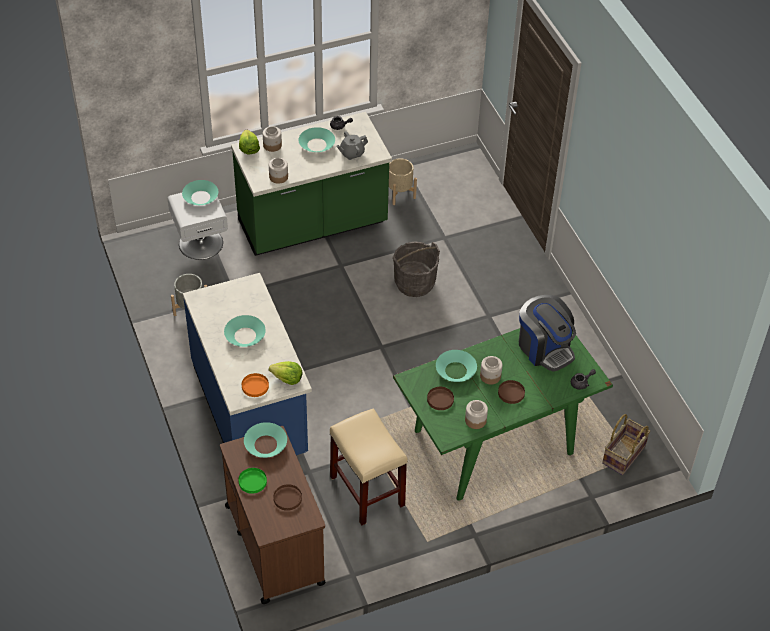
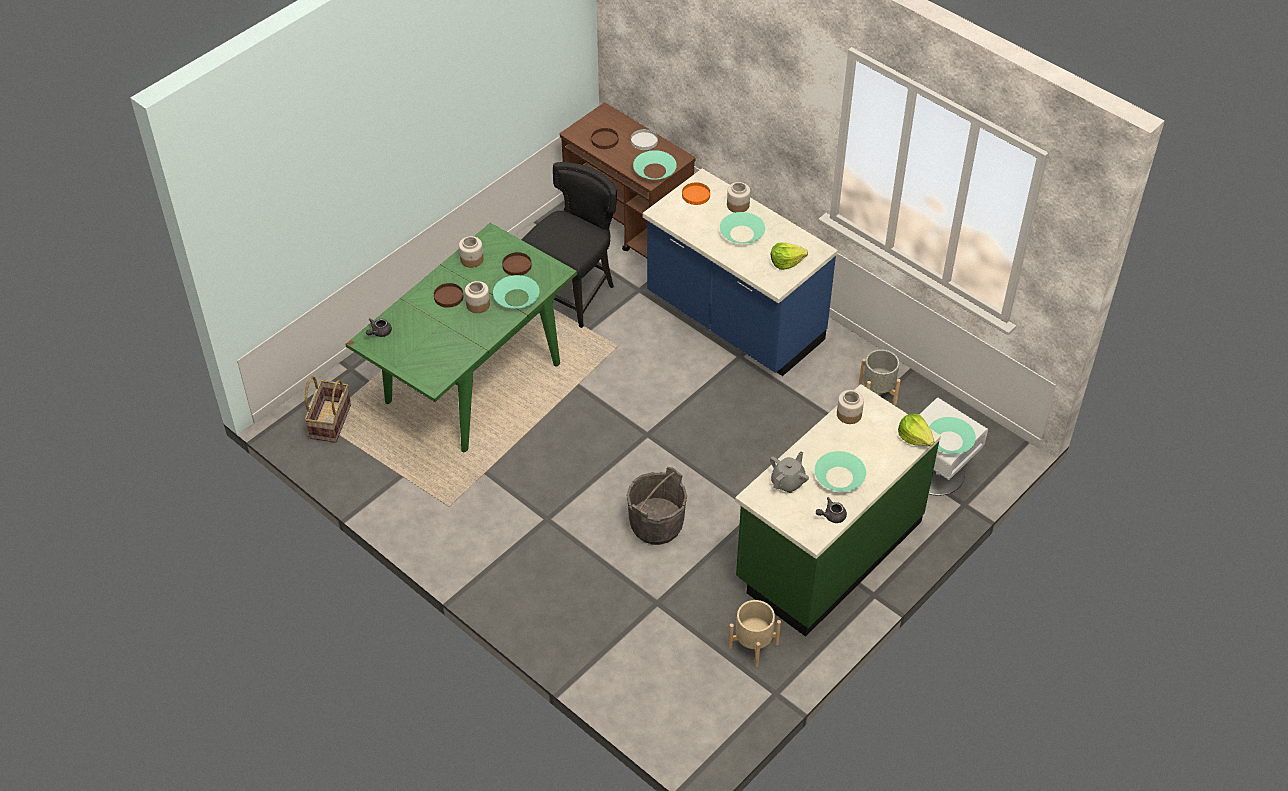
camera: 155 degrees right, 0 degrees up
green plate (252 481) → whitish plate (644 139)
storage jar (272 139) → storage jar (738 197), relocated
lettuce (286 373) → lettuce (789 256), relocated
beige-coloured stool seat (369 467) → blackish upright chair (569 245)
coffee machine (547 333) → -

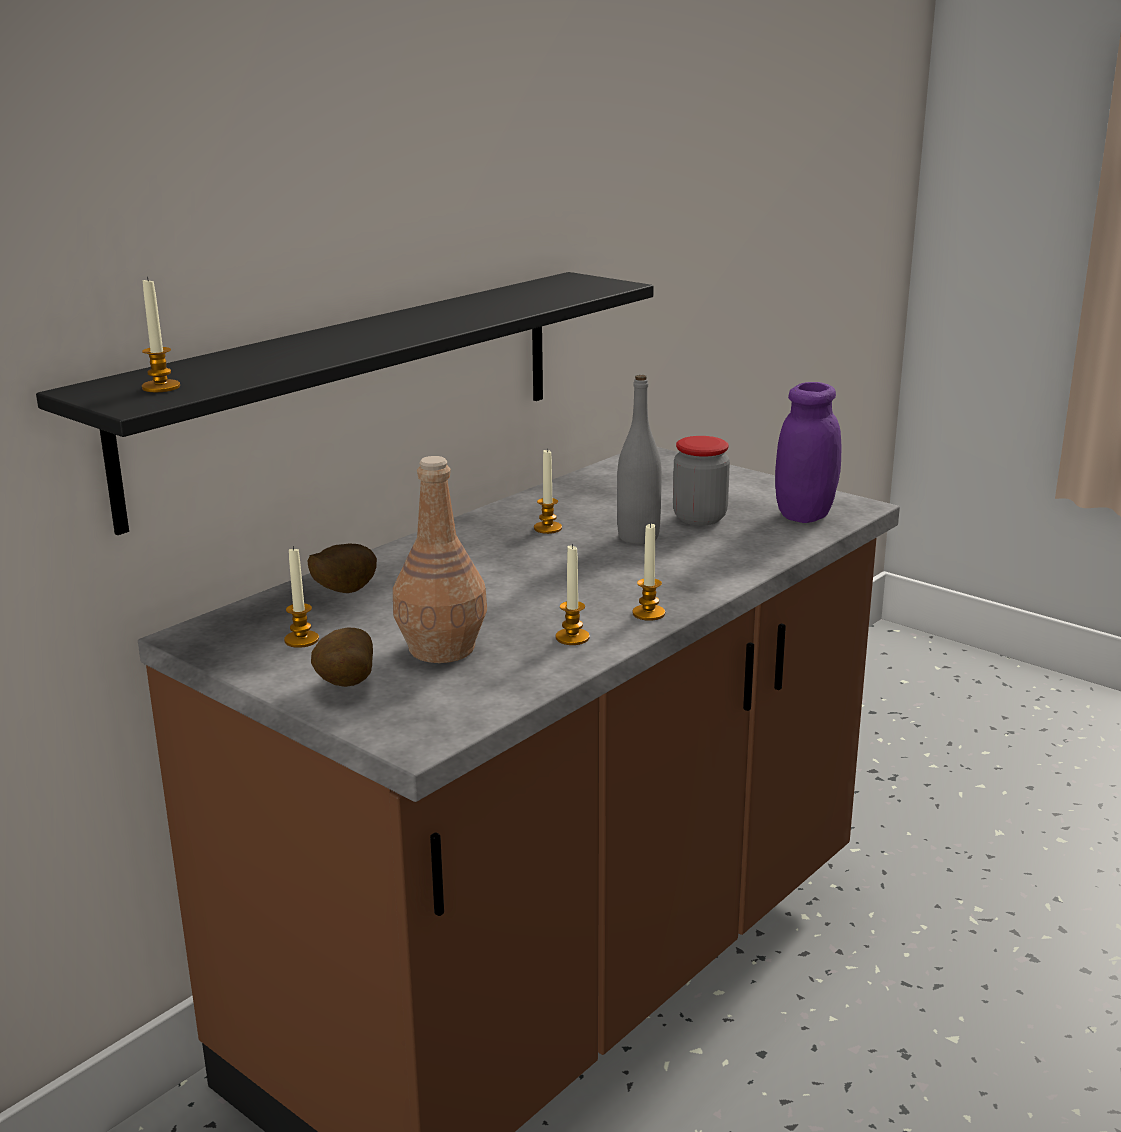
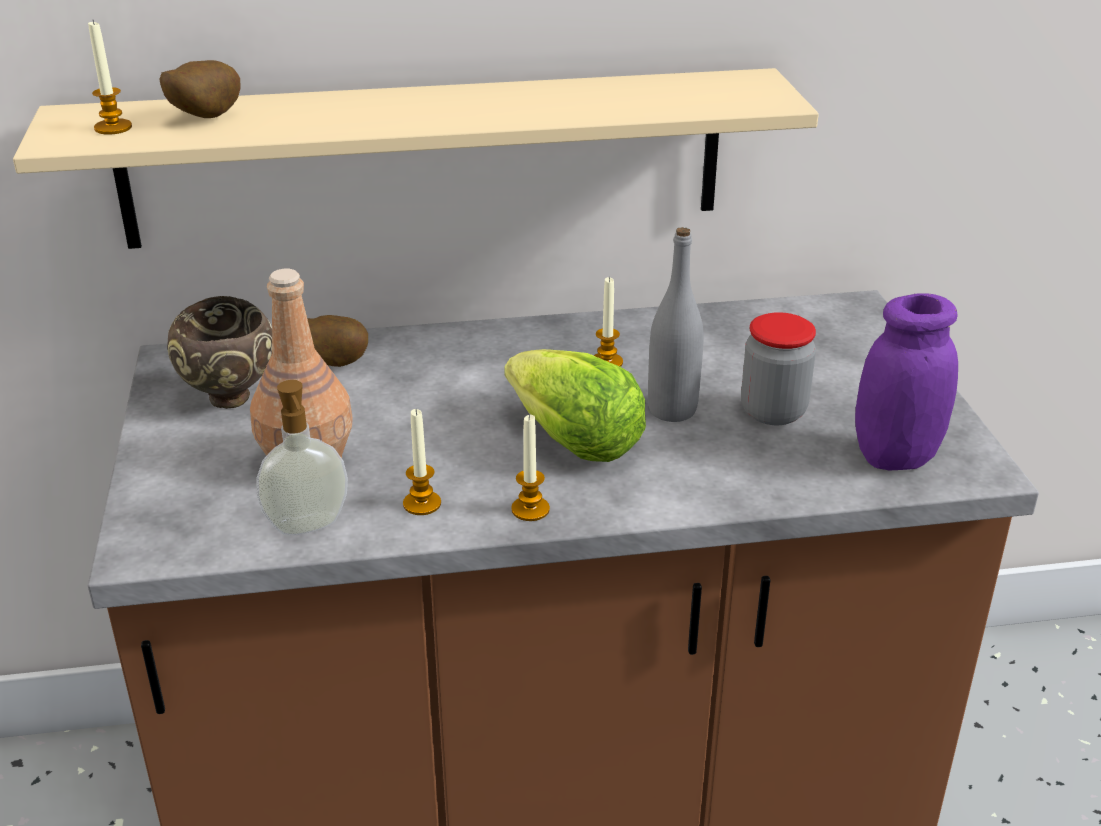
camera: 40 degrees right, 10 degrees up
blackish bracket shelf (345 403) → beige-coloured bracket shelf (416 158)
wax candle (301 597) → brownish deep dish (219 352)
potato (342 657) → potato (200 89), relocated
- → soap dispenser (302 457)
- → lettuce (575 405)

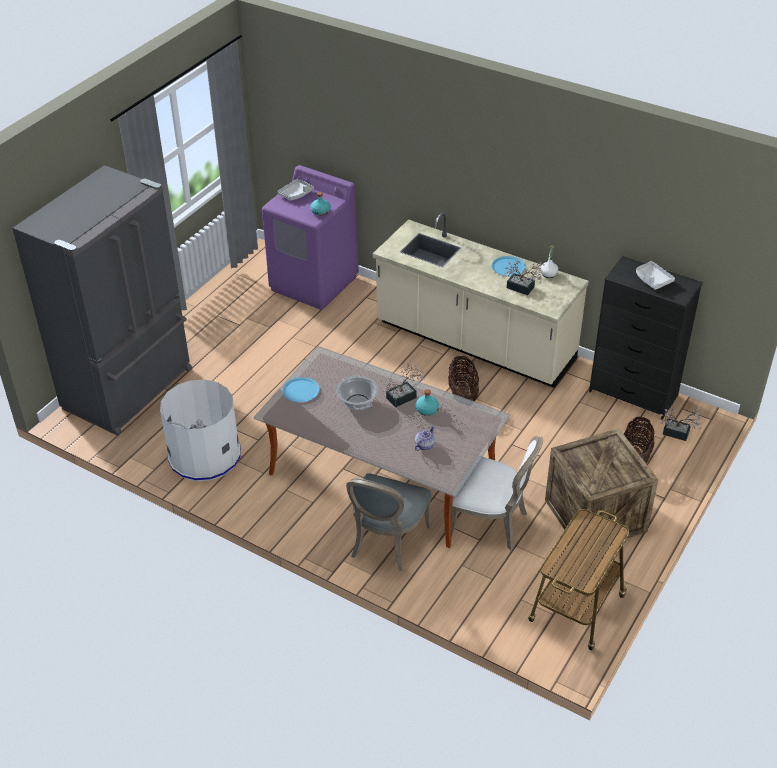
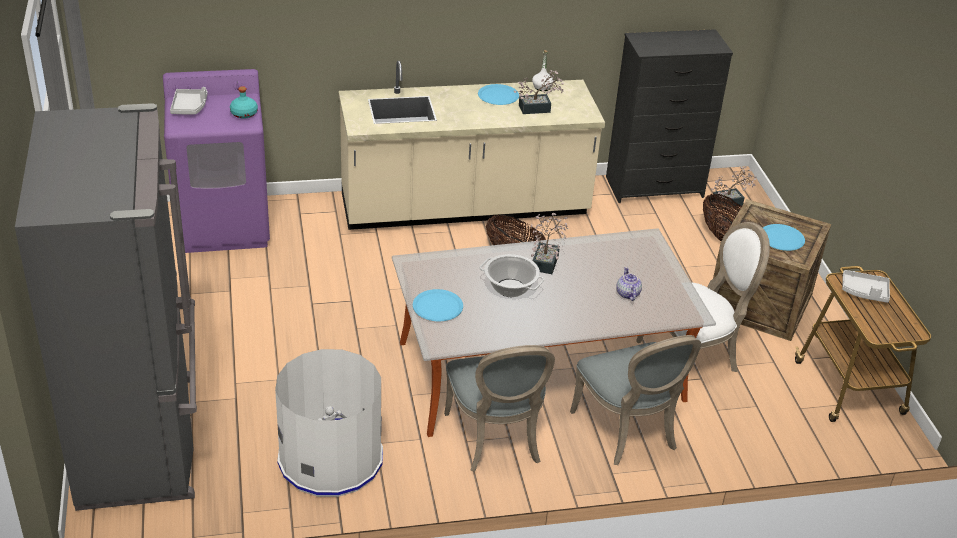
camera: 45 degrees left, 5 degrees down
blue-green drink bottle (427 403) → -
grey carrying tray (655 275) → grey carrying tray (866 286), relocated
- → grey upright chair (499 408)
- → bluish plate (784 237)

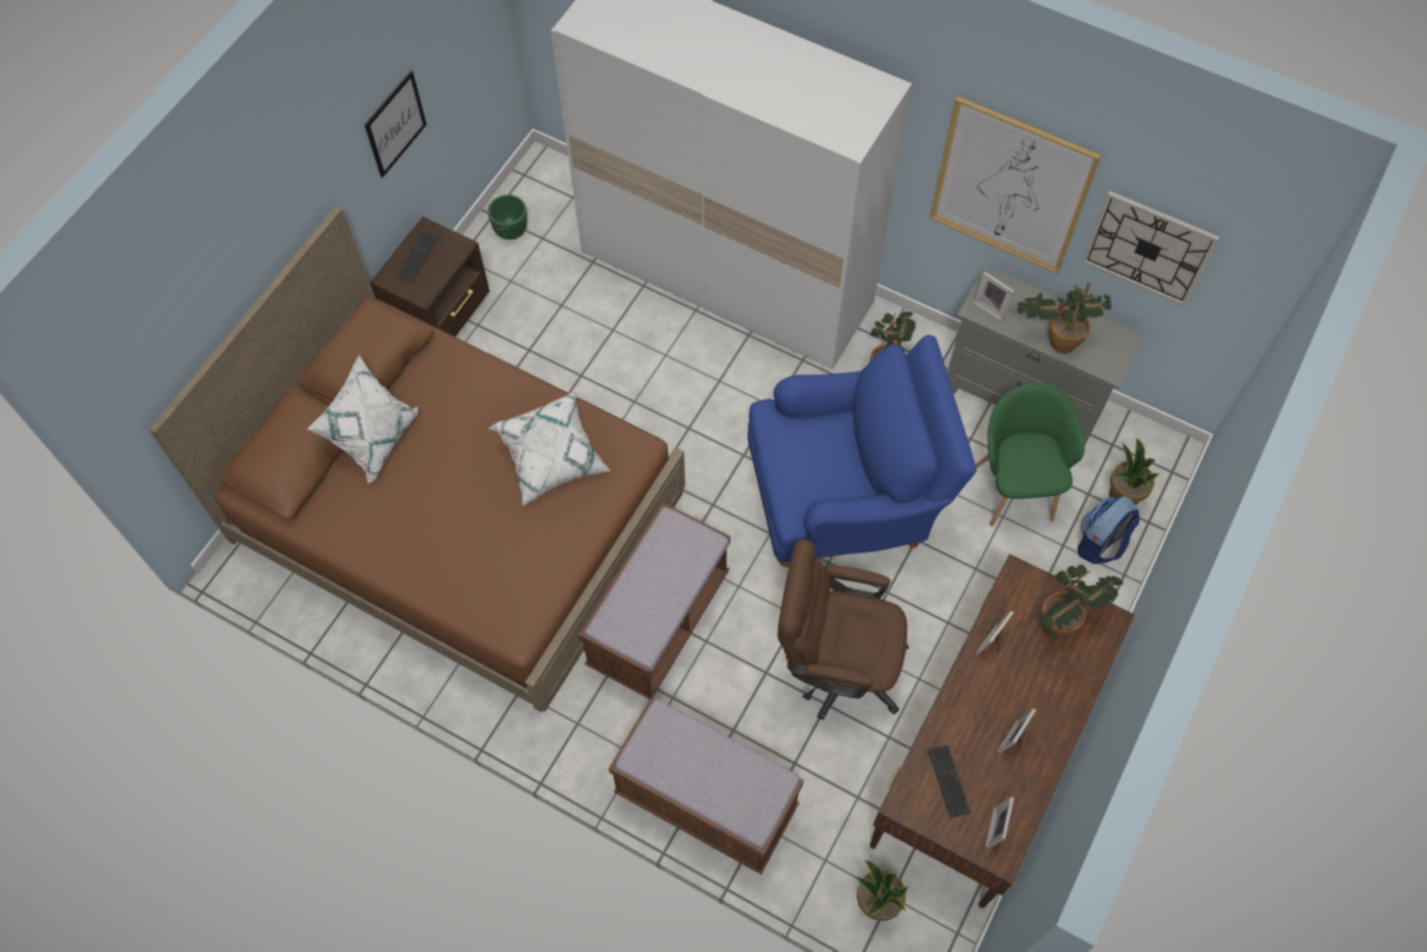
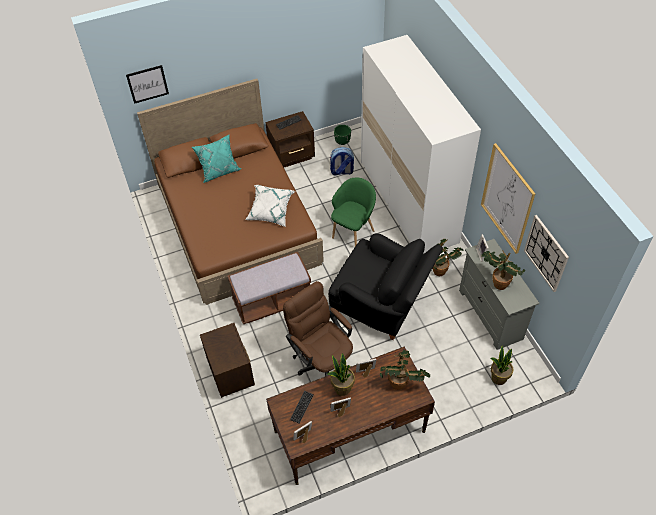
camera: 40 degrees right, 10 degrees down
whitish cushion (362 420) → blue-green cushion (217 159)
wall picture (396 124) → wall picture (147 84), relocated
brownish bench (706 786) → brownish night table (227 360)
bluish easy chair (862 451) → blackish easy chair (385 286)
houseplant (882 890) → houseplant (341 374), relocated
green easy chair (1030 454) → green easy chair (353 211), relocated
rucksack (1108 530) → rucksack (342 161), relocated

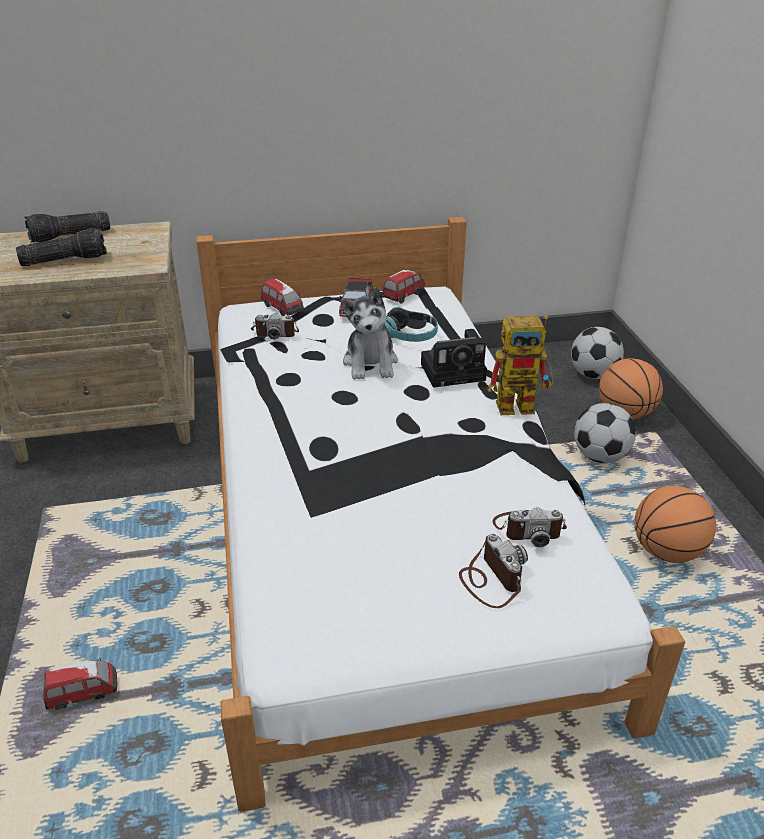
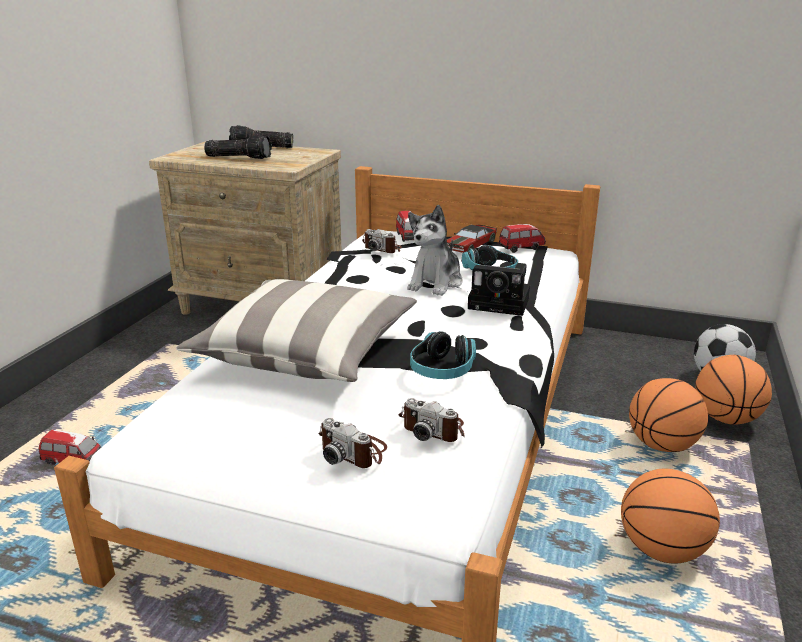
camera: 30 degrees right, 10 degrees down
still camera (493 571) → still camera (352 443), 120 degrees clockwise
robot figure (520 365) → -
football ball (605 433) → basketball (668 415)
- → cushion (296 330)
- → pair of headphones (443 355)

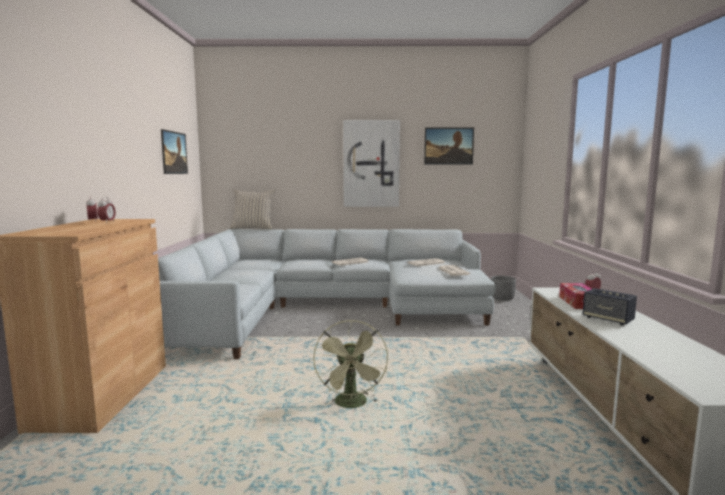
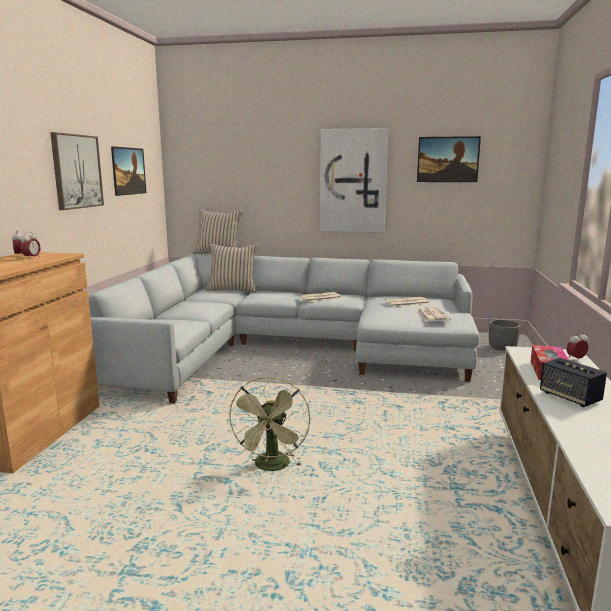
camera: 10 degrees right, 5 degrees up
- → wall picture (77 171)
- → beige-coloured cushion (232 268)

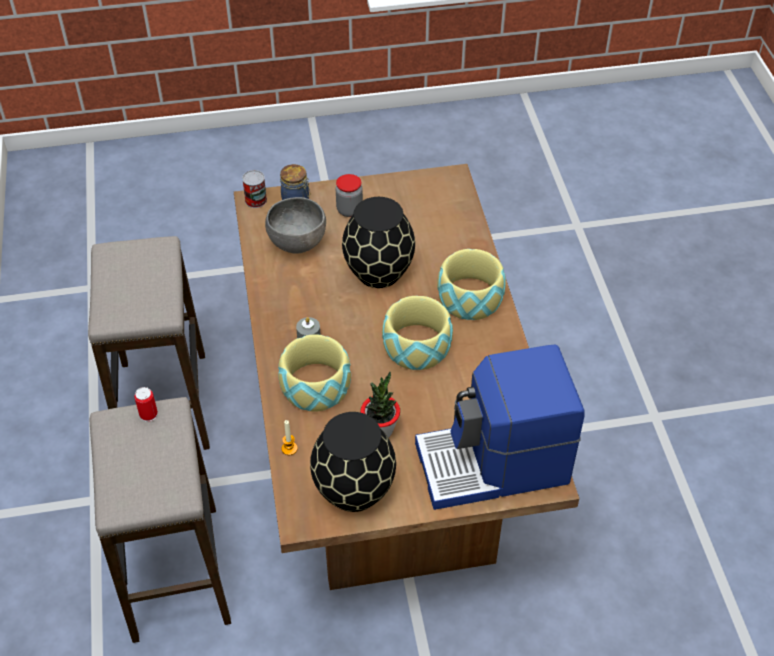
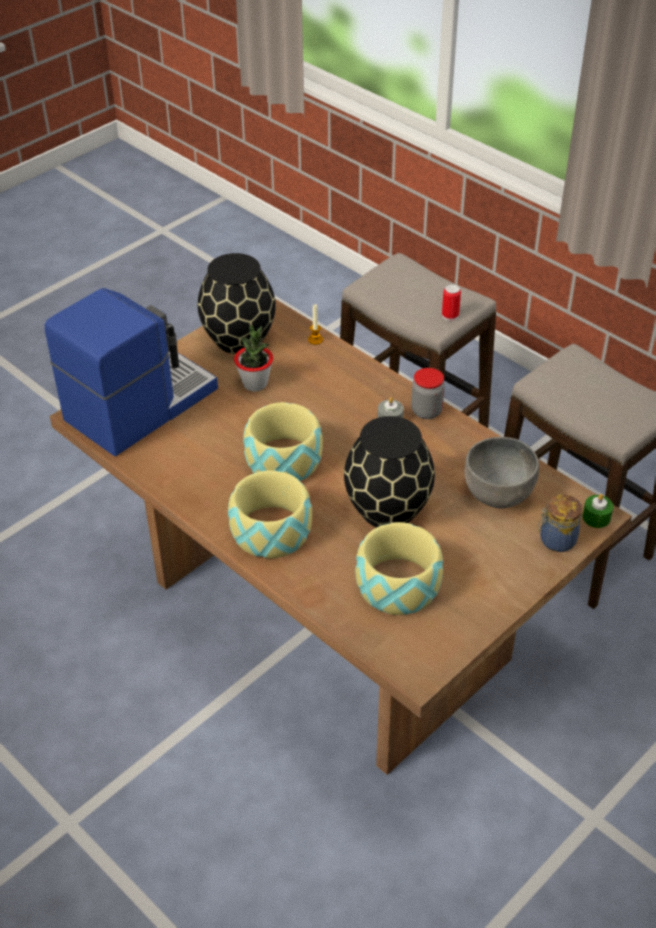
camera: 145 degrees right, 5 degrees down
metal can (254 189) → green wax candle (597 511)
deep dish (314 373) → deep dish (399 568), relocated
storage jar (349 195) → storage jar (428 393), relocated

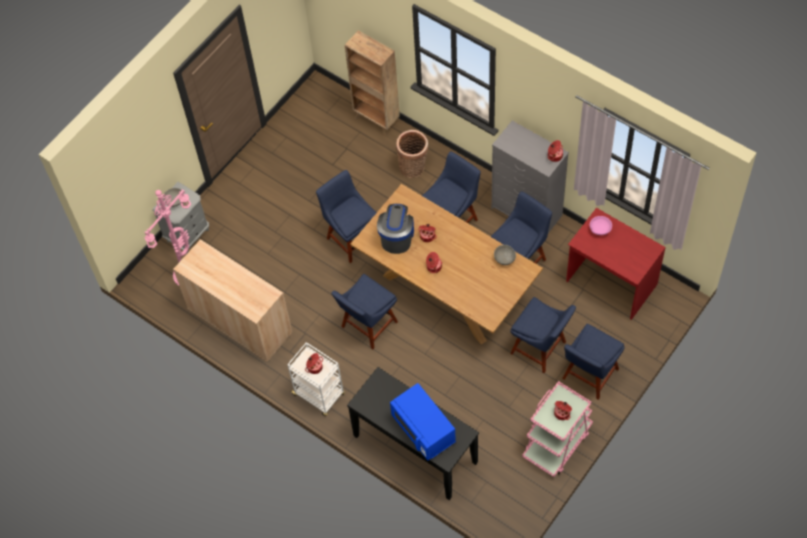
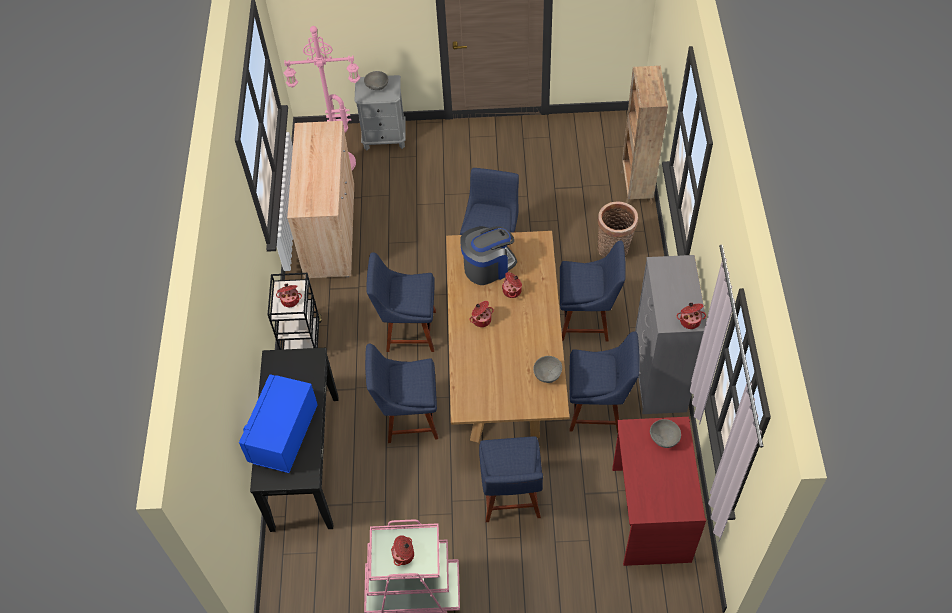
camera: 50 degrees right, 5 degrees down
whitish trolley (316 379) → blackish trolley (294 311)
bluish upright chair (593 362) → bluish upright chair (401 393), relocated
pinkish deep dish (601 225) → grey deep dish (665 433)

